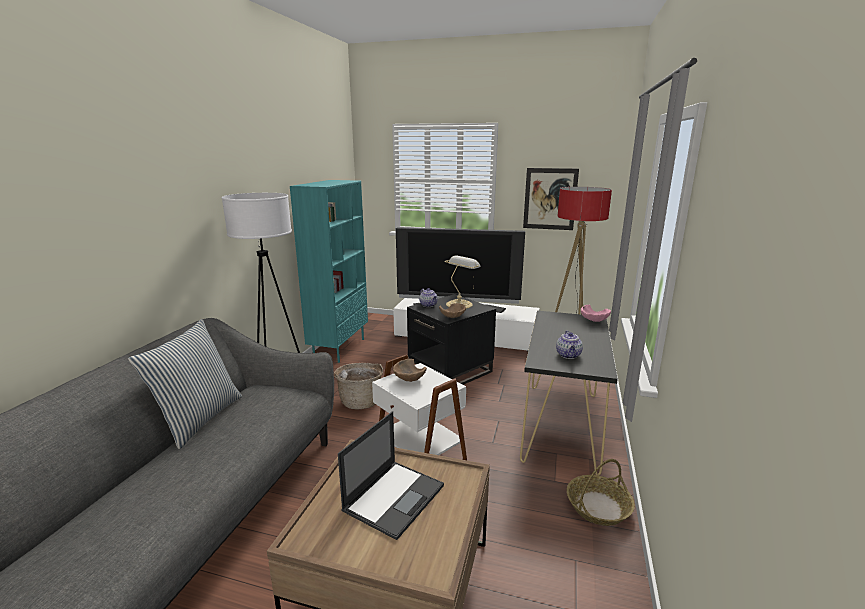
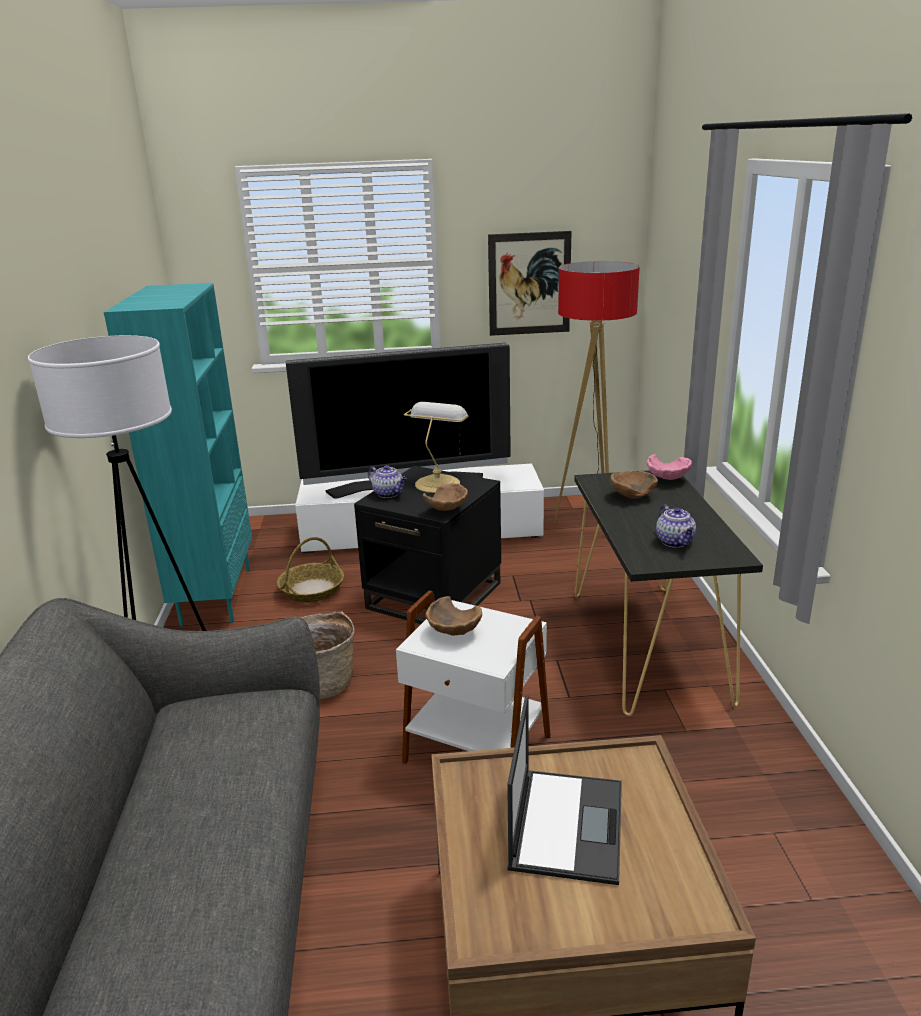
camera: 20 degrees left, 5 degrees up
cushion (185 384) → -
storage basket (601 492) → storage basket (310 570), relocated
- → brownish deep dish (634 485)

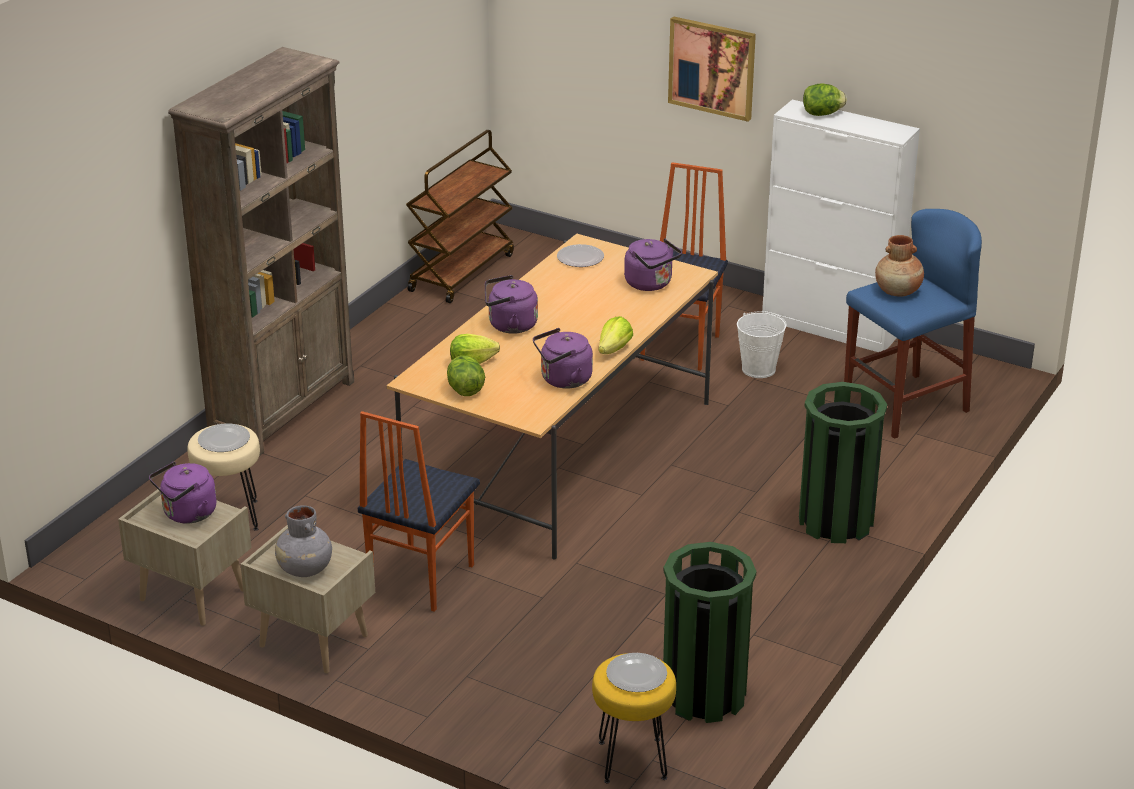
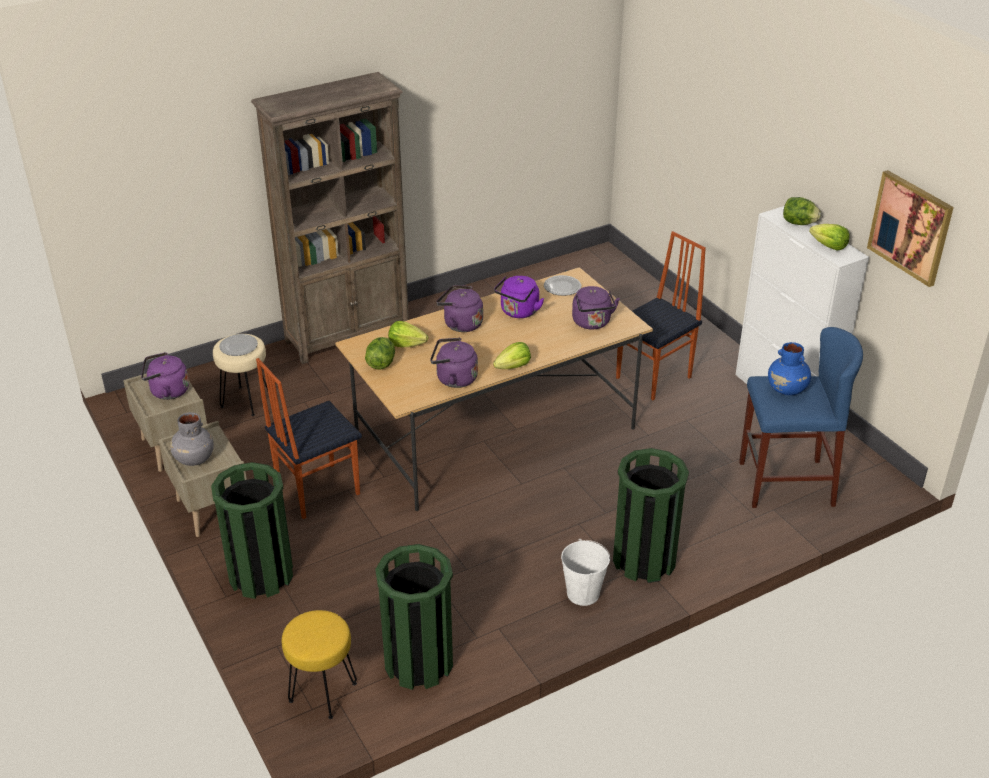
camera: 30 degrees right, 5 degrees up
brownish trolley (460 216) → -
plate (636 672) → -
wall picture (712 69) → wall picture (910 228), relocated
whitish bucket (762 344) → whitish bucket (585 572), relocated
brownish vase (899 266) → bluish vase (789 368)
- → green waste bin (252 530)
- → purple-coloured tea kettle (519 297)
- → lettuce (829 237)

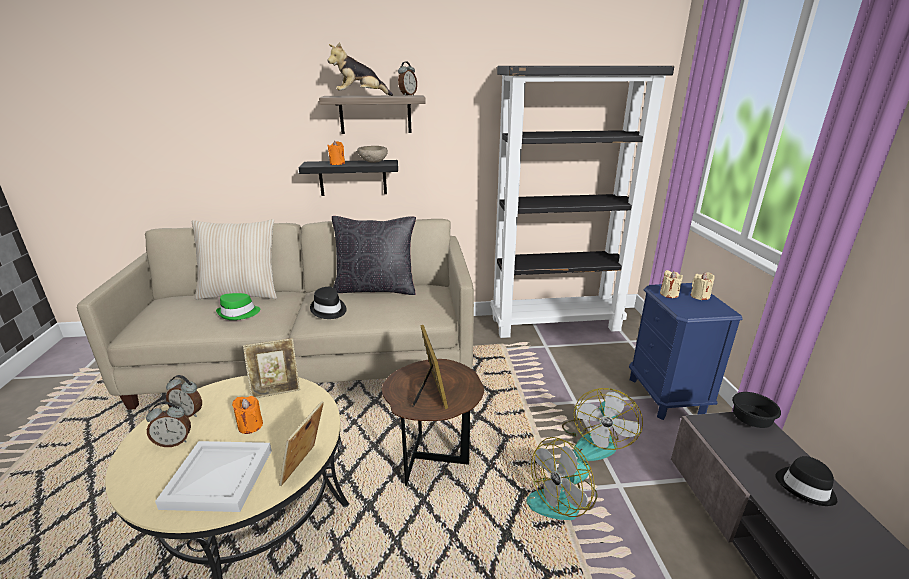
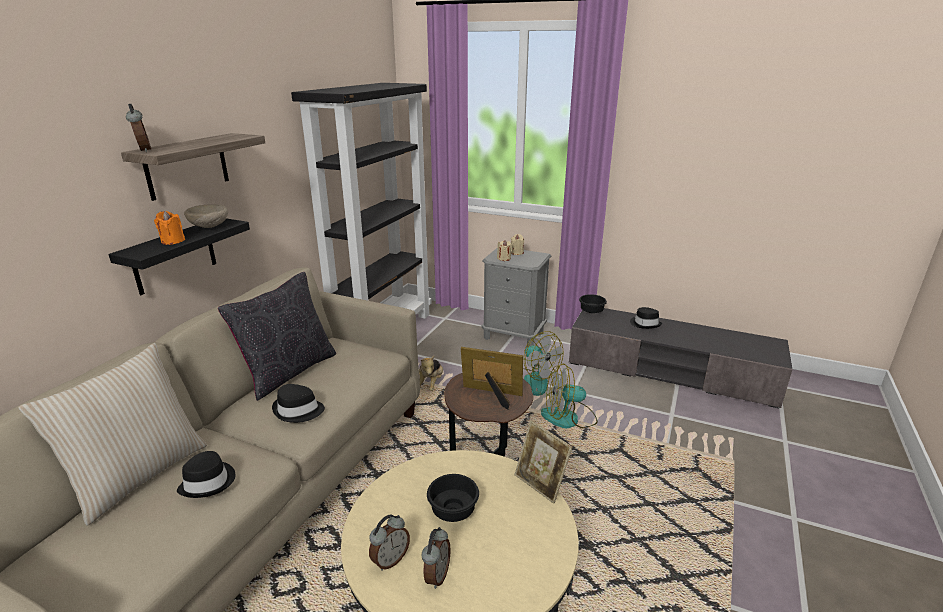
camera: 60 degrees left, 0 degrees up
whitish carrying tray (213 476) → -
green wearable hat (238 306) → blackish wearable hat (206 474)
orangey wax candle (247 415) → blackish deep dish (453 498)
standing frame (271 368) → -
plush toy (360 69) → plush toy (431 373), relocated
alarm clock (407 78) → alarm clock (138 128), relocated
fan (561 478) → fan (569 396), 90 degrees clockwise
bluish night table (686 351) → grey night table (516 297)

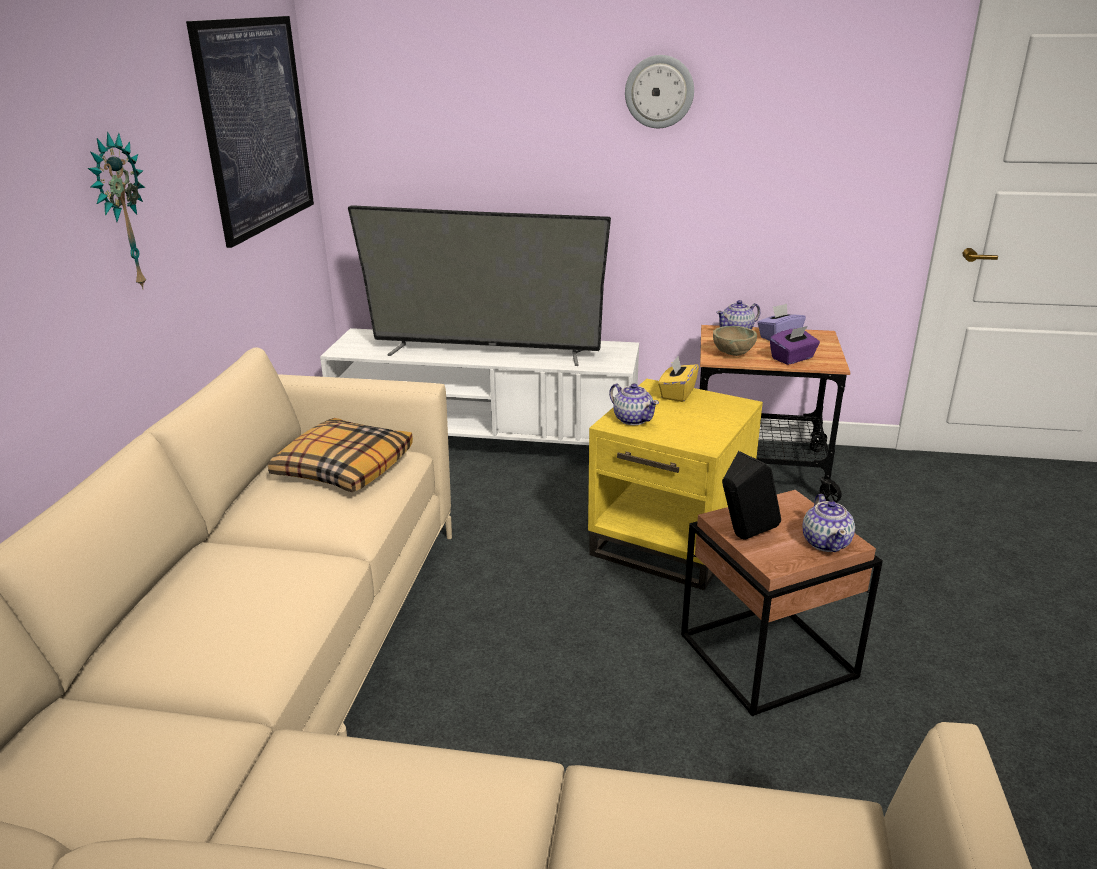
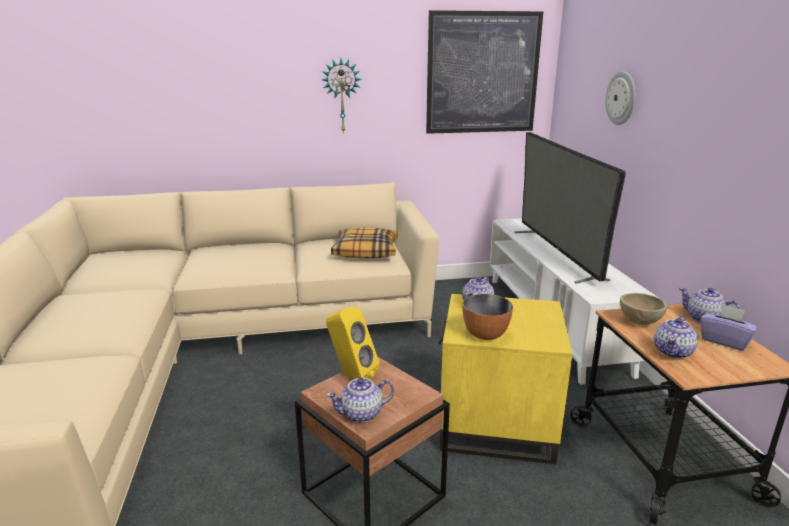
camera: 70 degrees right, 5 degrees down
wall clock (659 91) → wall clock (620 98), relocated
yellowish tissue box (678 379) → -
blackish speaker (751 495) → yellowish speaker (353 342)
purple-coloured tissue box (795 345) → pot for tea (676 337)
- → deep dish (487 317)

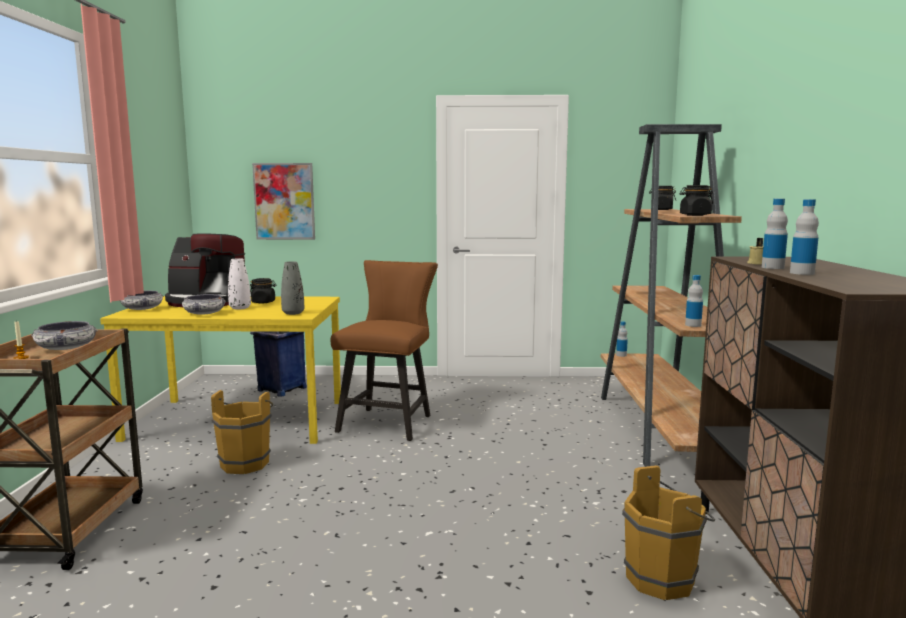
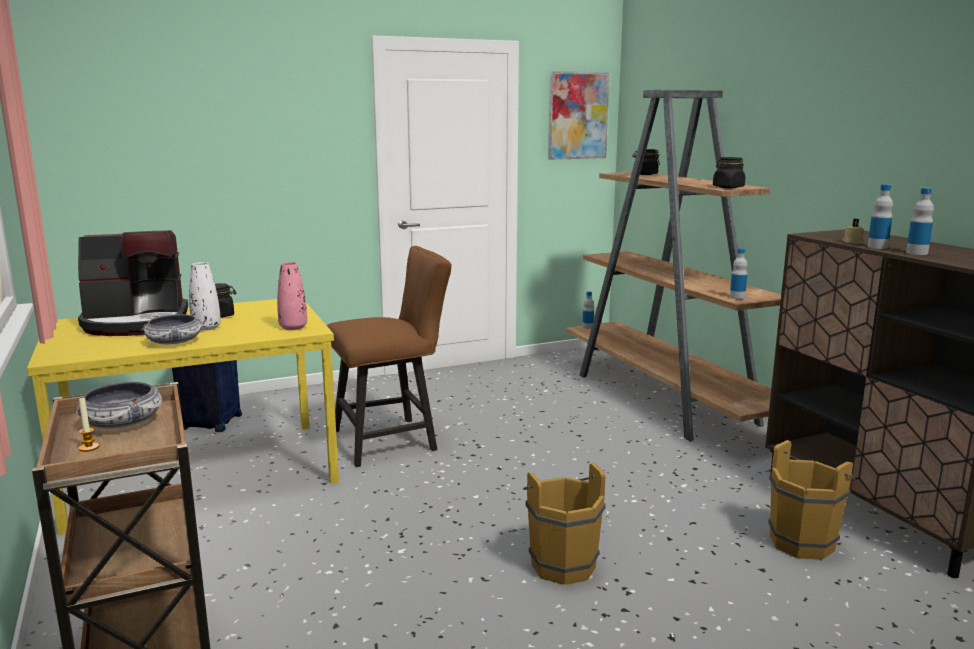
camera: 25 degrees left, 5 degrees up
deep dish (142 300) → -
brownish bucket (242 432) → brownish bucket (564 523), relocated
wall picture (283 201) → wall picture (579 115), relocated
grey vase (292 288) → pinkish vase (292 296)
brownish upright chair (384 350) → brownish upright chair (389 356), 75 degrees clockwise

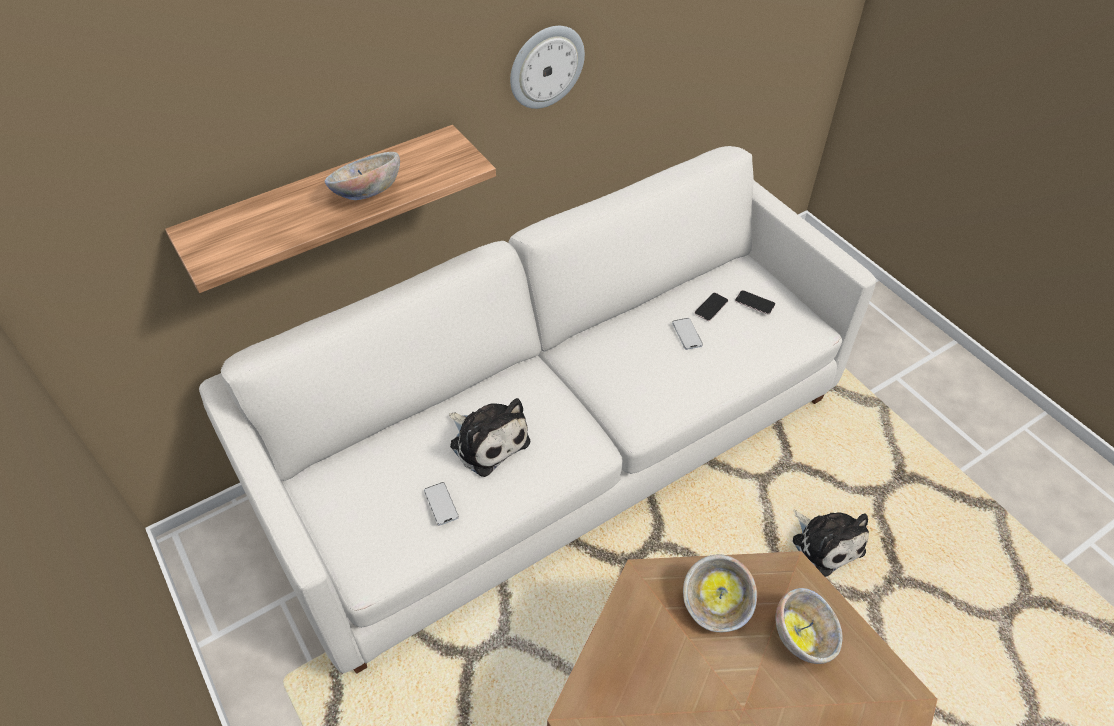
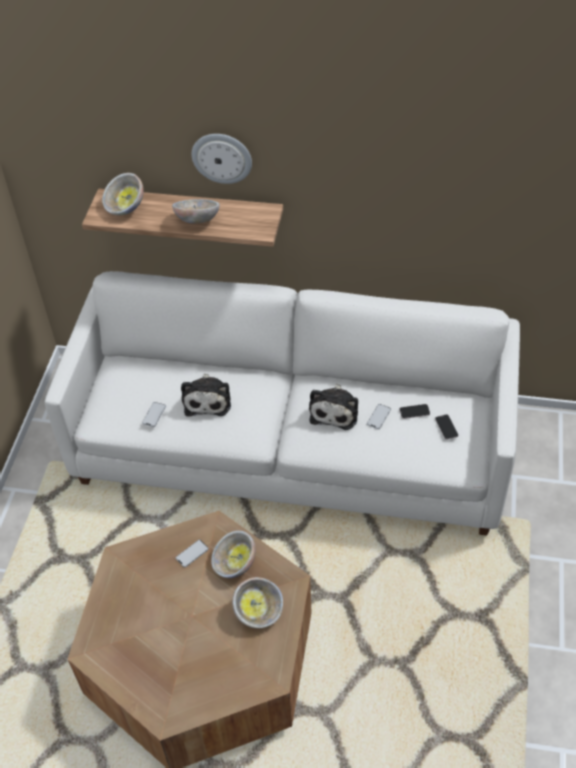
camera: 45 degrees right, 0 degrees up
wall clock (547 67) → wall clock (222 159), relocated
plush toy (831 543) → plush toy (333 406), relocated
- → deep dish (123 194)
- → phone (192 553)

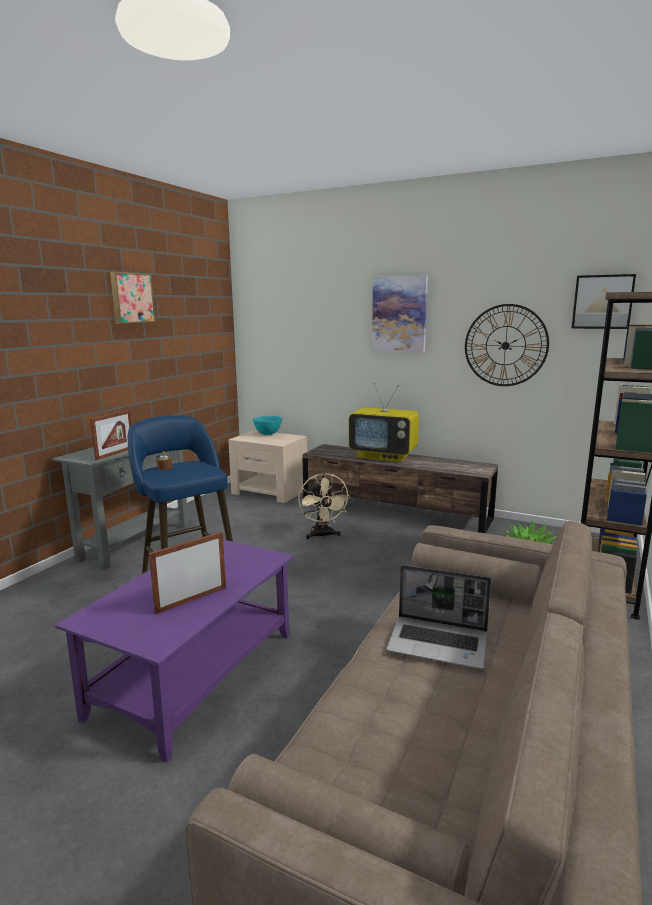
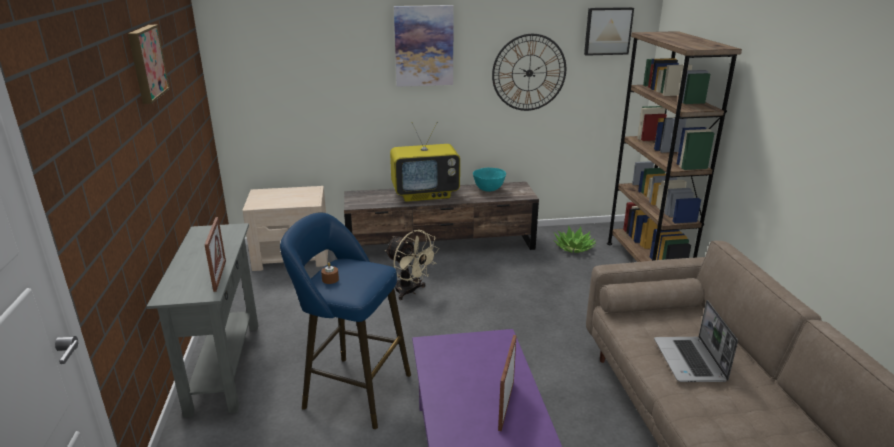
camera: 35 degrees left, 10 degrees up
blue-green deep dish (267 425) → blue-green deep dish (489 180), relocated
notebook computer (439 617) → notebook computer (696 341), 105 degrees clockwise

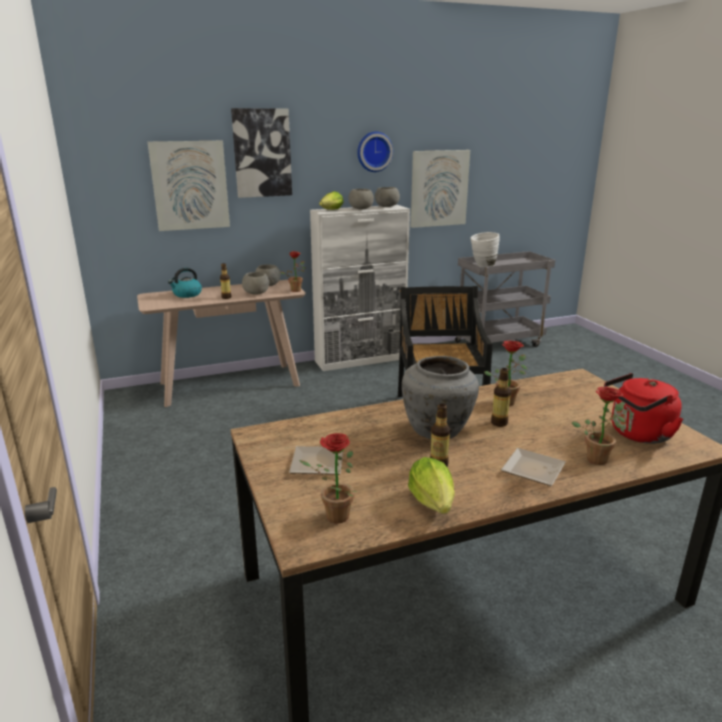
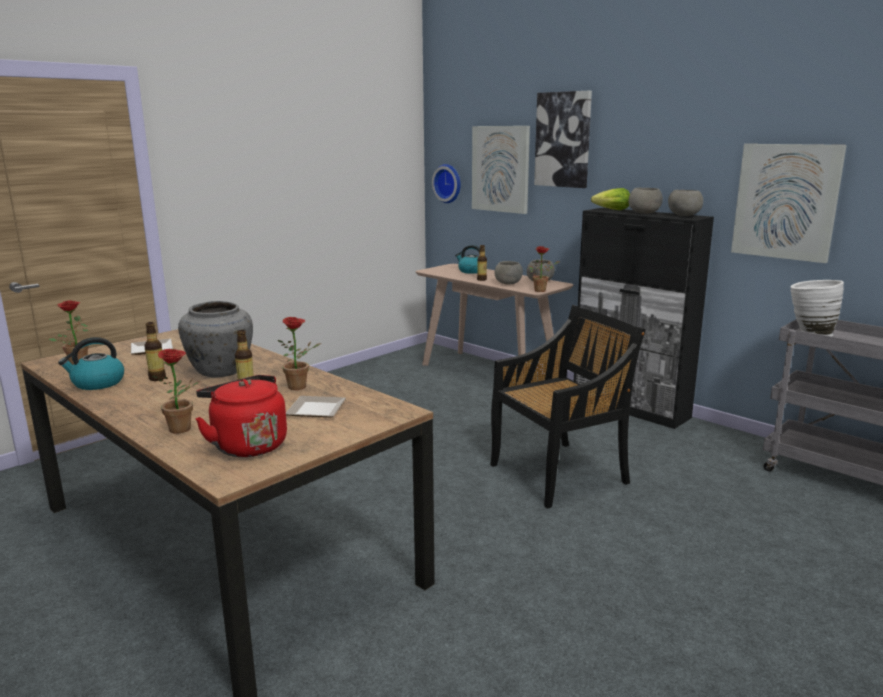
camera: 65 degrees right, 5 degrees down
whitish cabinet (360 288) → blackish cabinet (644 318)
wall clock (375 152) → wall clock (446 183), relocated
lettuce (431 485) → tea kettle (91 363)
plate (533 467) → plate (316 407), relocated

